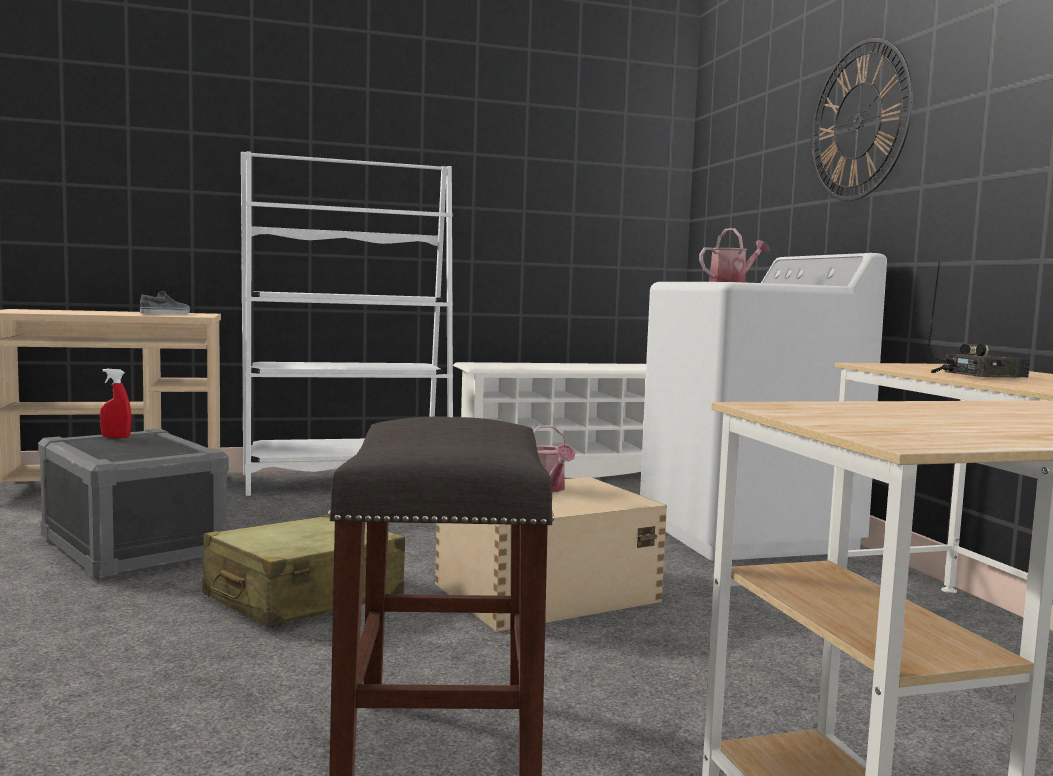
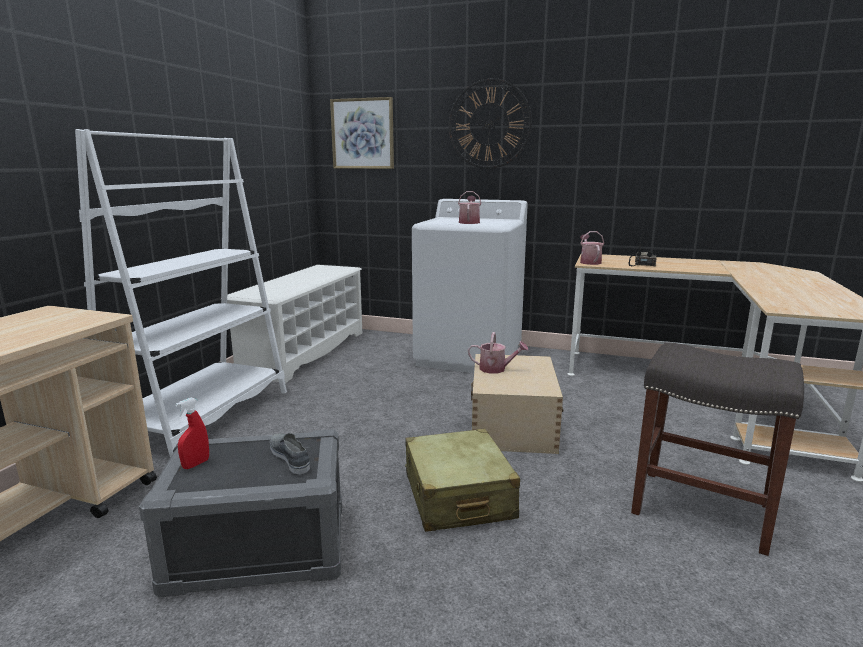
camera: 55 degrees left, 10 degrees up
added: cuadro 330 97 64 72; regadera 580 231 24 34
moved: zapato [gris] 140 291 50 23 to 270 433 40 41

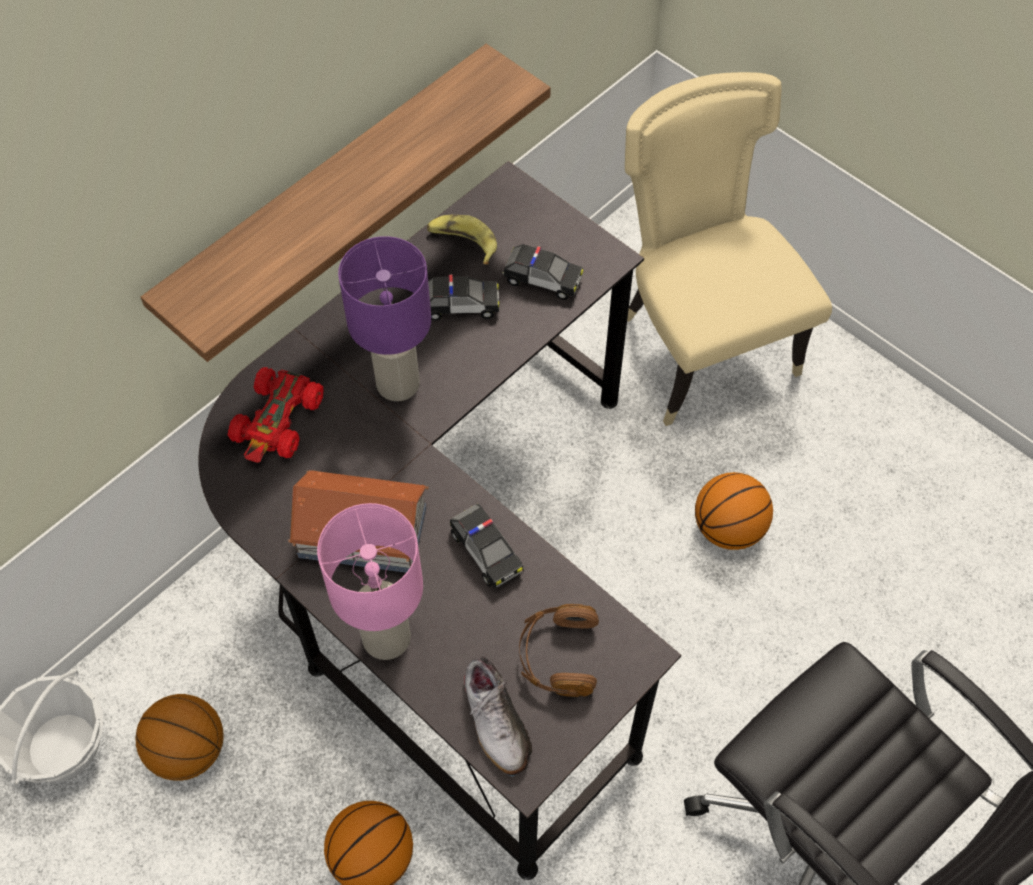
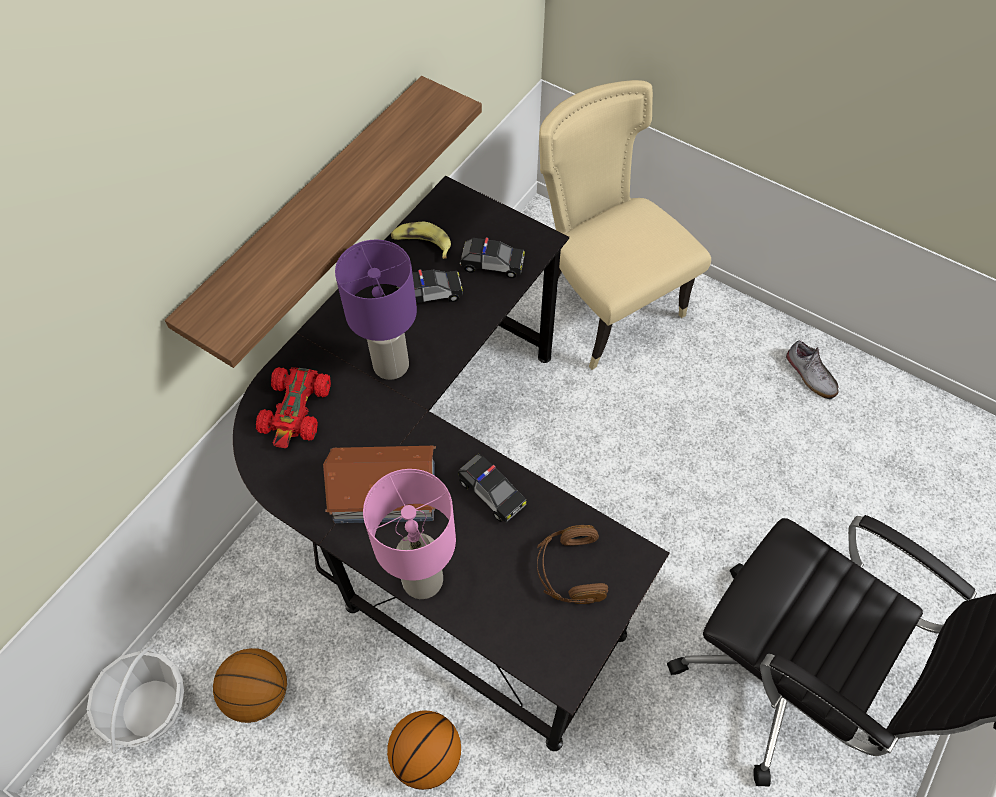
camera: 10 degrees left, 0 degrees up
removed: balón de baloncesto 695 472 78 78
moved: zapato 464 656 68 120 to 786 339 53 60

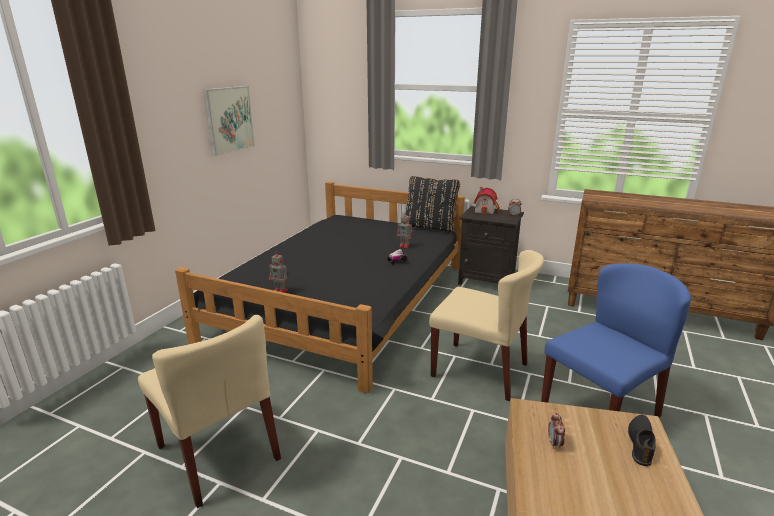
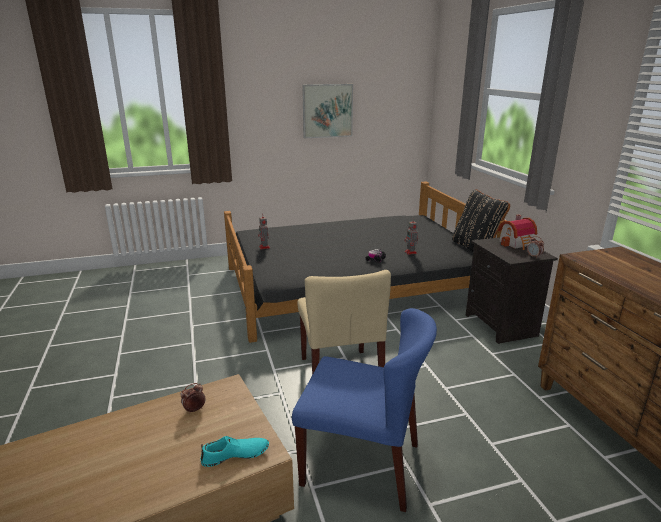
camera: 50 degrees right, 0 degrees up
removed: silla [beis] 138 315 143 193
recoloured: zapato [negro] 628 415 28 51 to zapato [turquesa] 200 436 69 31

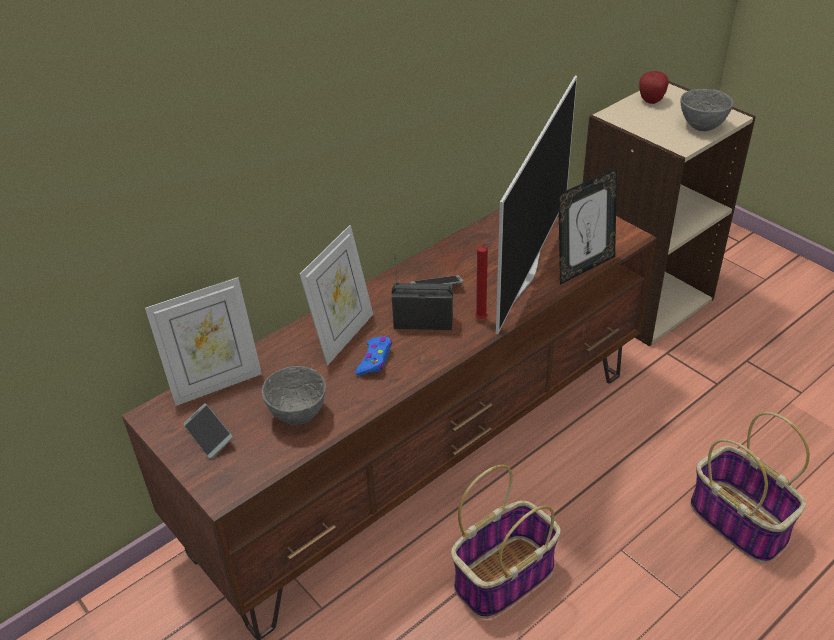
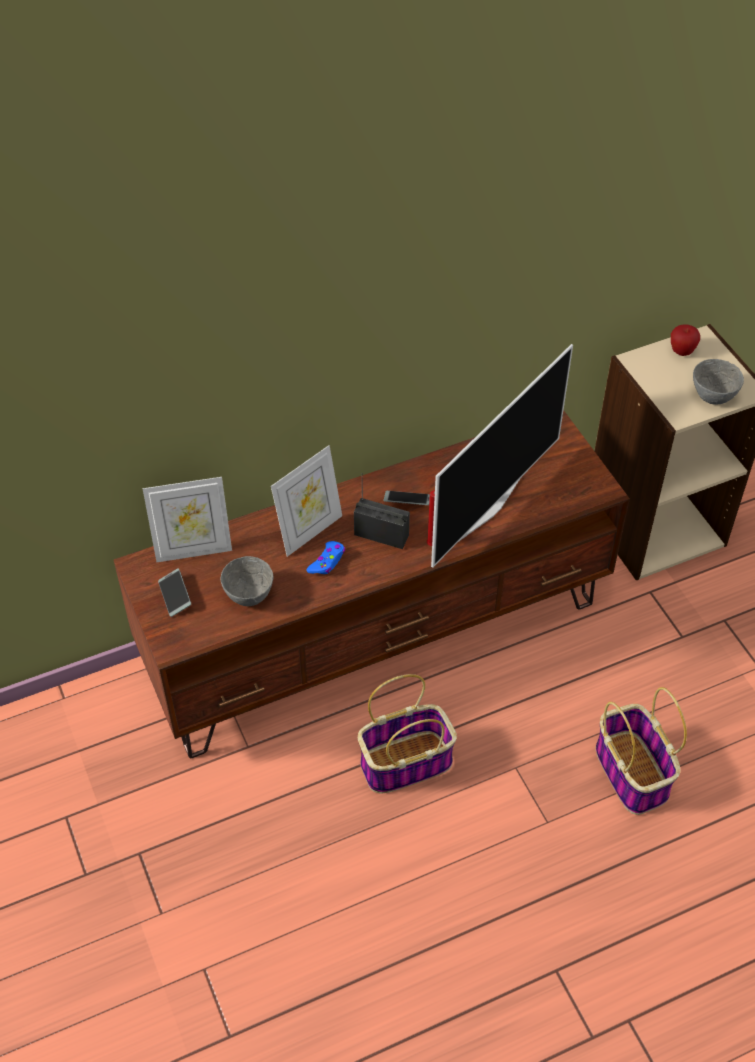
camera: 15 degrees right, 10 degrees up
removed: portarretratos 558 168 59 116

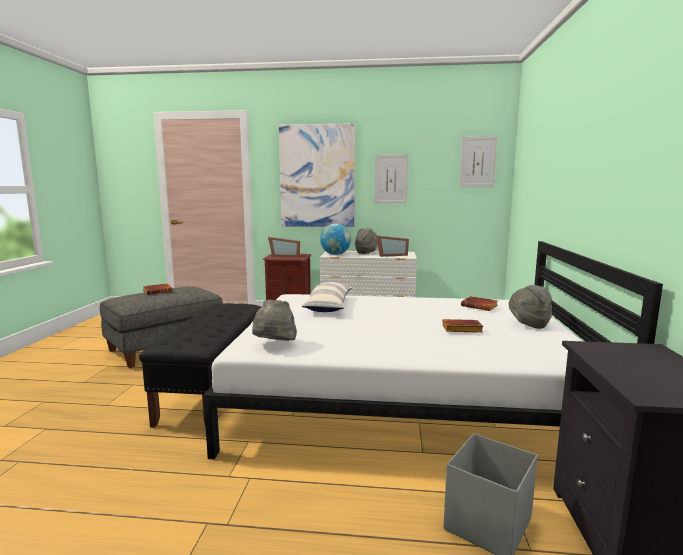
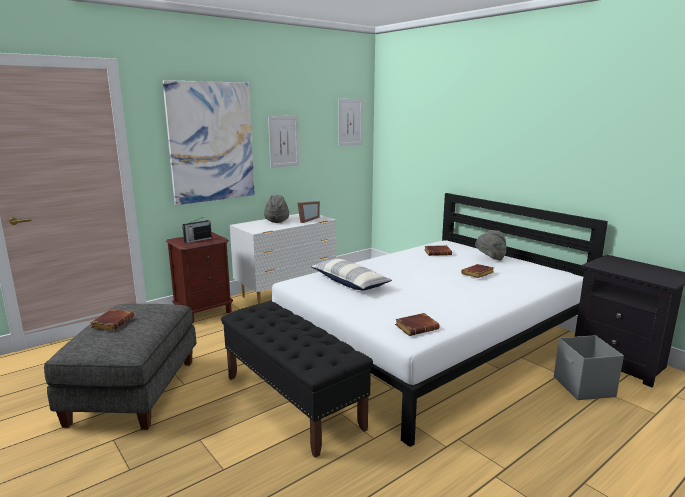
camera: 45 degrees left, 5 degrees up
removed: globo terráqueo 320 224 31 31
replaced: sombrero [gris] 252 300 45 41 to libro [marrón] 395 313 45 23; portarretratos 268 237 32 20 to radio 182 217 30 26

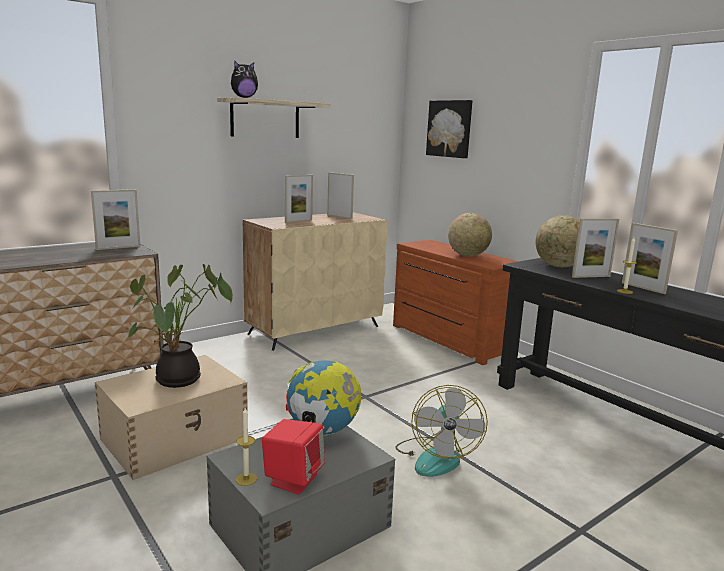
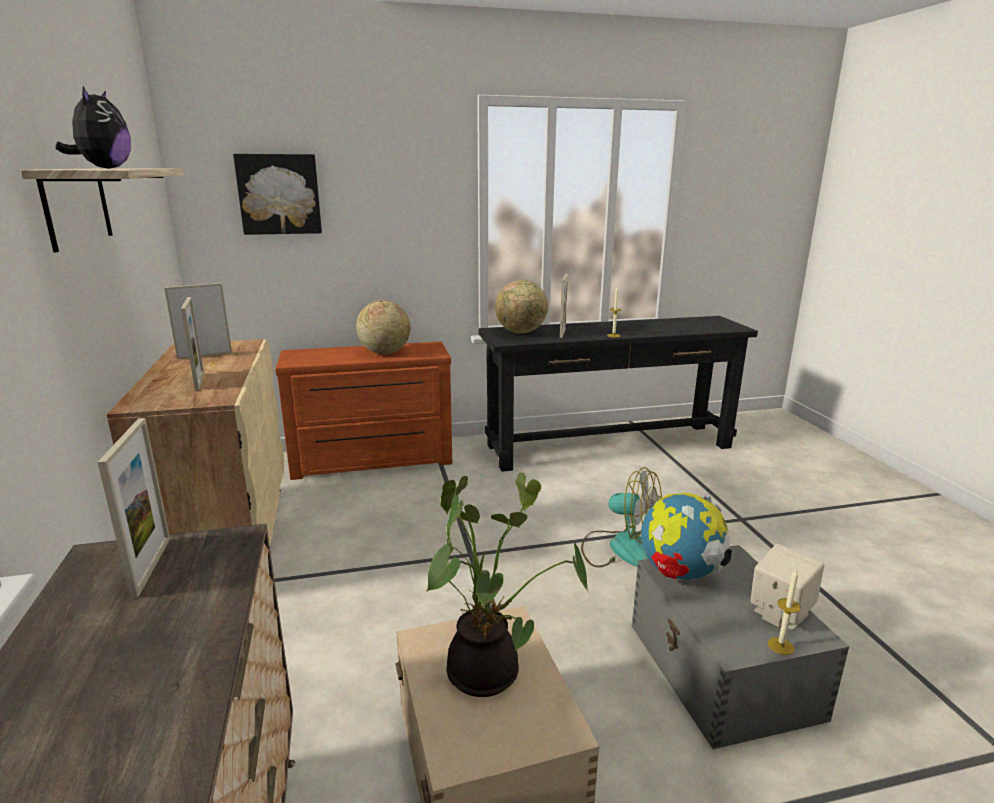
camera: 65 degrees left, 5 degrees up
removed: portarretratos 622 223 56 71
recoloured: altavoz [rojo] 262 419 63 76 to altavoz [beis] 750 544 74 86

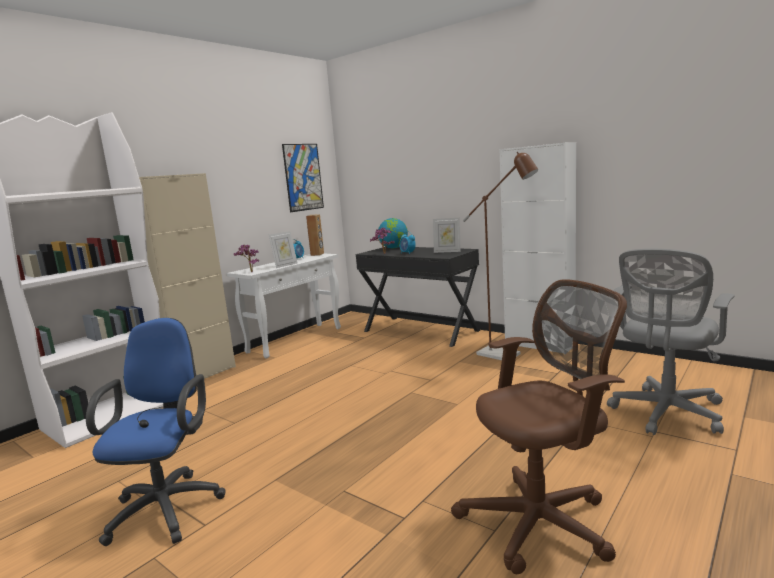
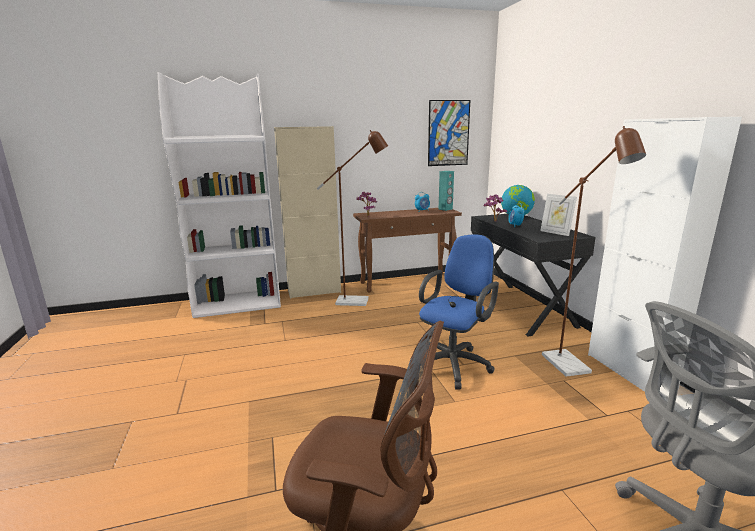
camera: 35 degrees right, 5 degrees up
removed: portarretratos 269 231 28 37
added: lámpara de pie [marrón] 317 130 71 176
moved: silla de oficina [azul] 86 318 139 228 to 419 234 80 156
recoloured: mesa consola [blanco] 227 254 114 105 to mesa consola [marrón] 353 208 109 85; altavoz [marrón] 306 214 18 42 to altavoz [turquesa] 439 171 15 40

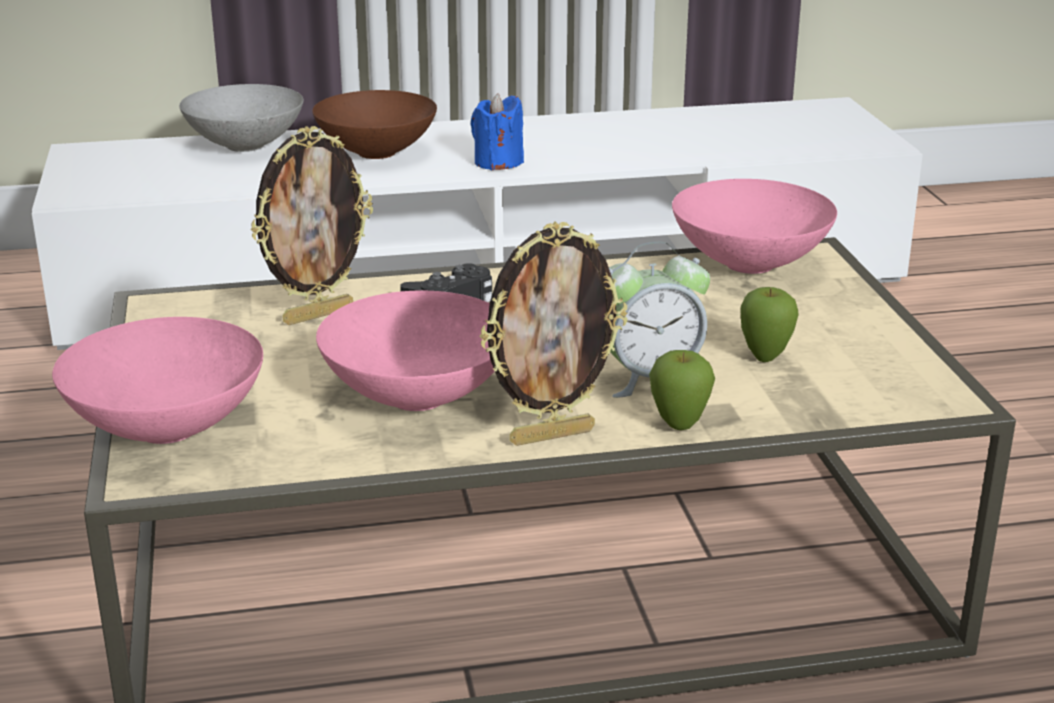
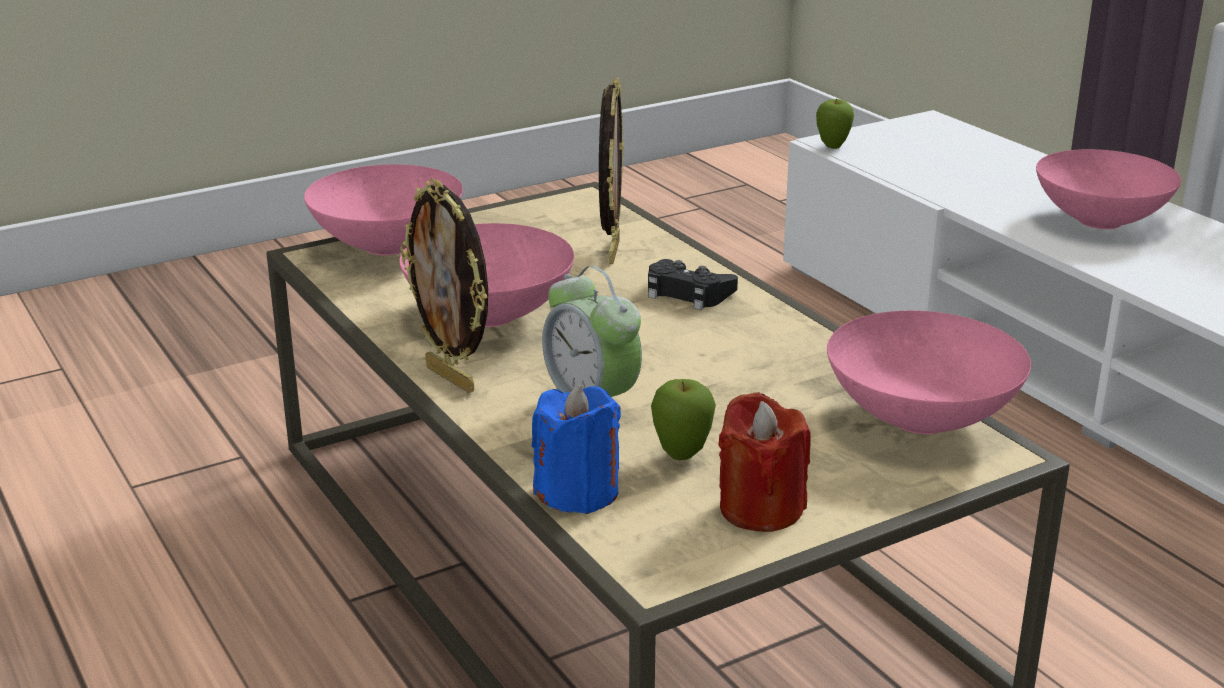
camera: 70 degrees right, 0 degrees up
removed: cuenco [gris] 179 84 124 68
added: vela [rojo] 718 392 93 140
moved: vela [azul] 471 93 53 77 to 532 385 89 129; manzana 649 350 66 80 to 816 99 38 50
recoloured: cuenco [marrón] 312 90 125 69 to cuenco [rosa] 1036 149 145 80
turned: portarretratos 250 126 123 199 = 599 78 24 186 120 degrees counterclockwise

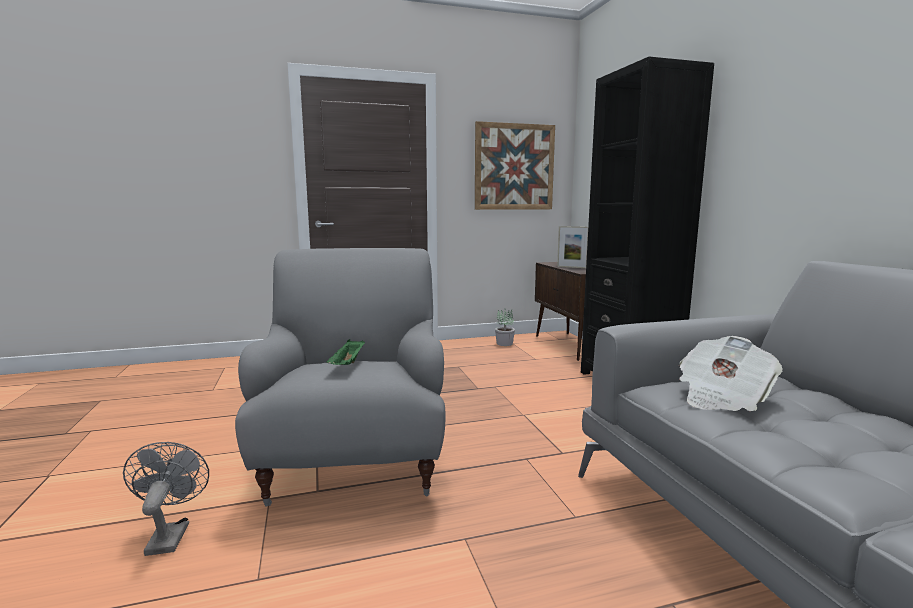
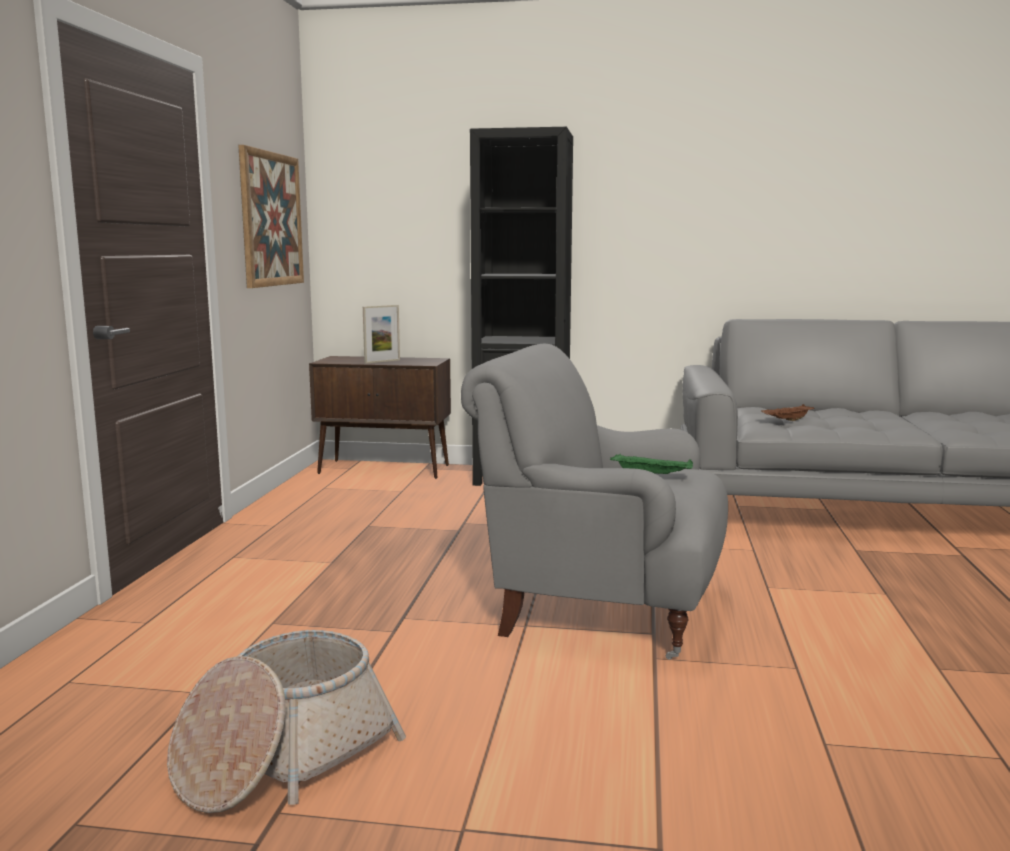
camera: 65 degrees left, 0 degrees up
removed: ventilador [gris] 123 442 86 114; planta en maceta 495 309 20 37
added: cesta 167 630 239 183
replaced: periódico 679 336 104 75 to bandeja [marrón] 761 404 53 17

